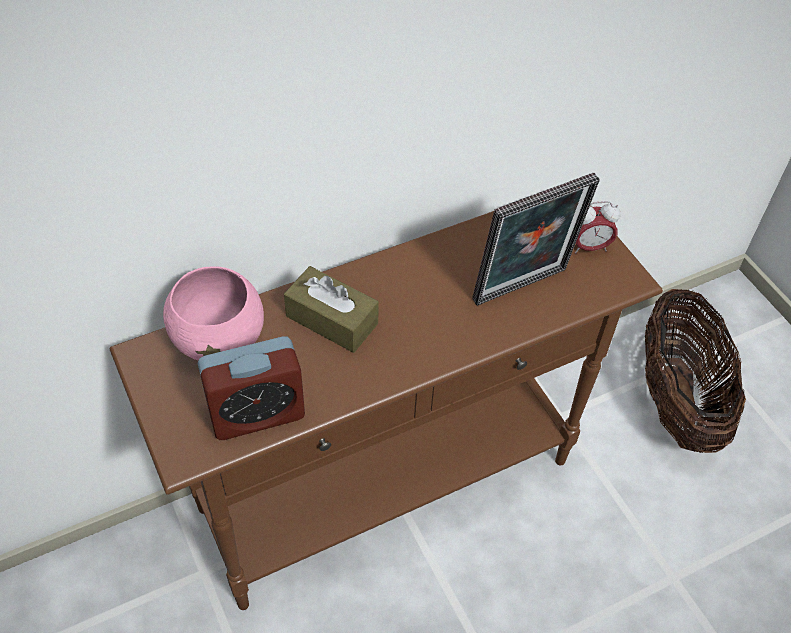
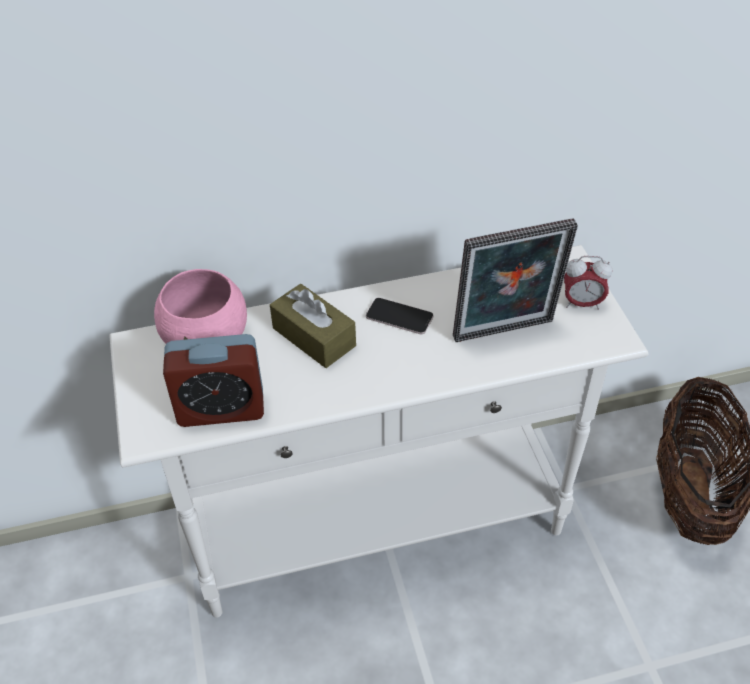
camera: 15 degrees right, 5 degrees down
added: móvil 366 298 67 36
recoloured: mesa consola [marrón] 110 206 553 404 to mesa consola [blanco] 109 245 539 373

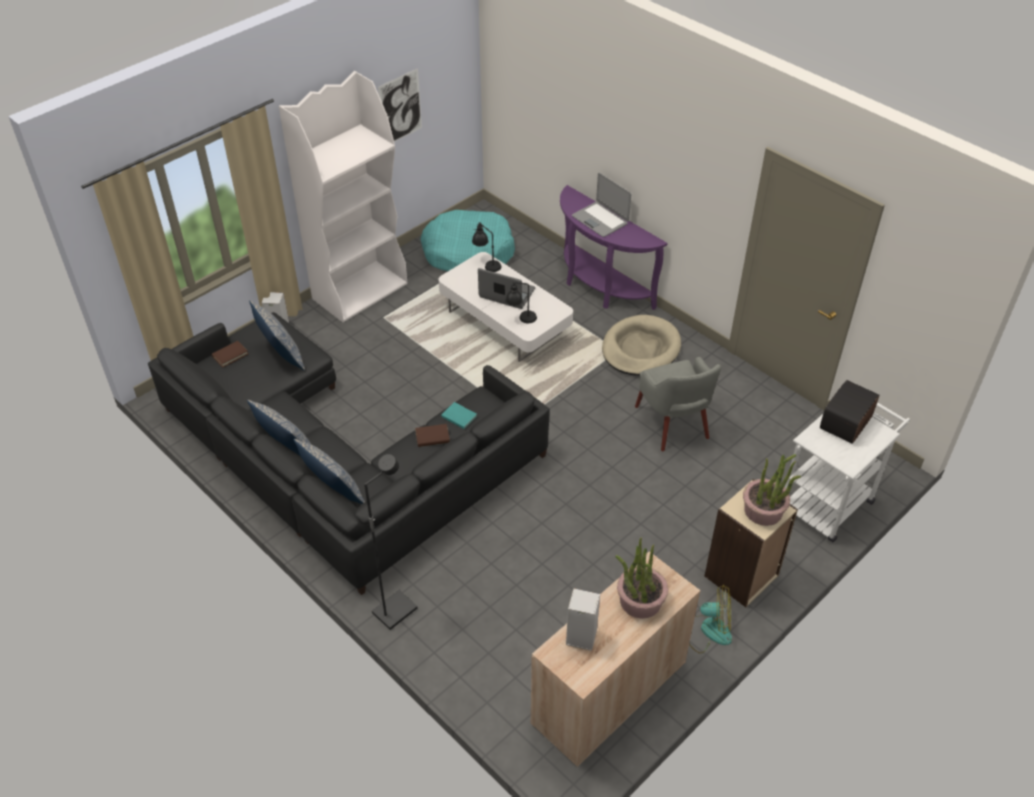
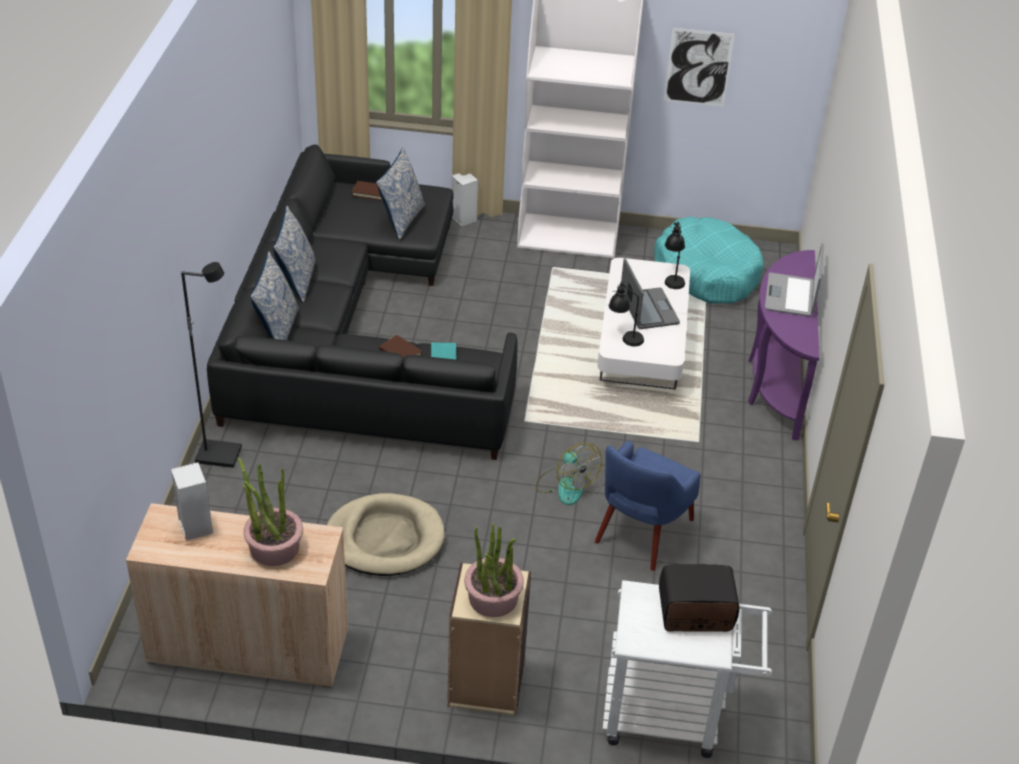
camera: 50 degrees right, 5 degrees down
moved: cama para perro [beis] 602 315 79 60 to 327 493 118 83; ventilador 689 585 43 68 to 535 443 67 62
recoloured: sillón [gris] 635 357 86 94 to sillón [azul] 595 440 106 131

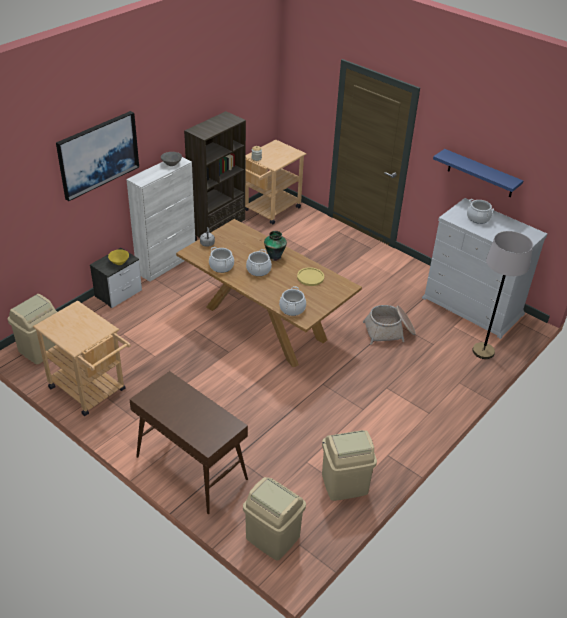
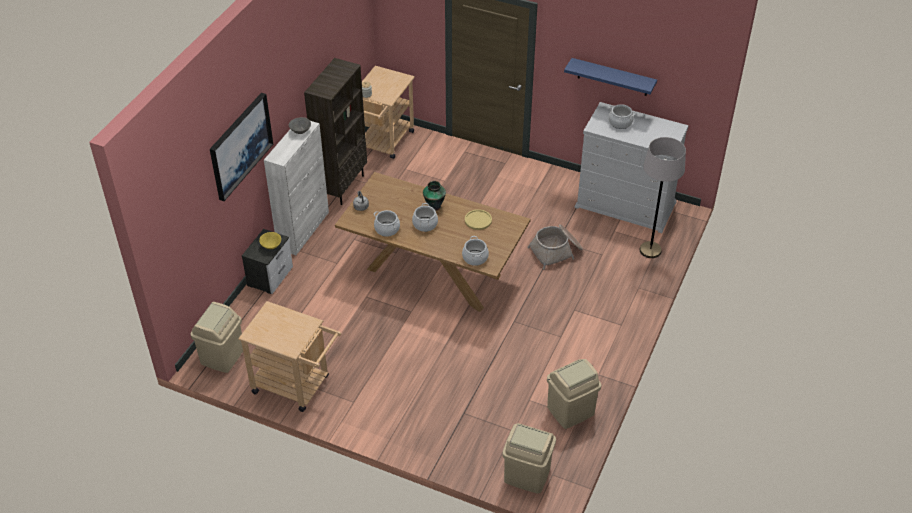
camera: 15 degrees left, 5 degrees up
removed: mesa consola [marrón] 129 371 119 143

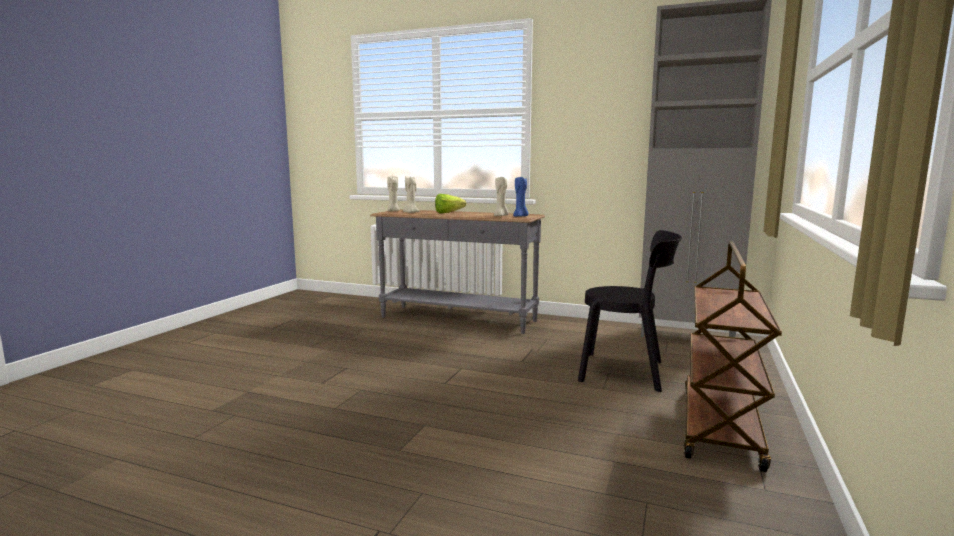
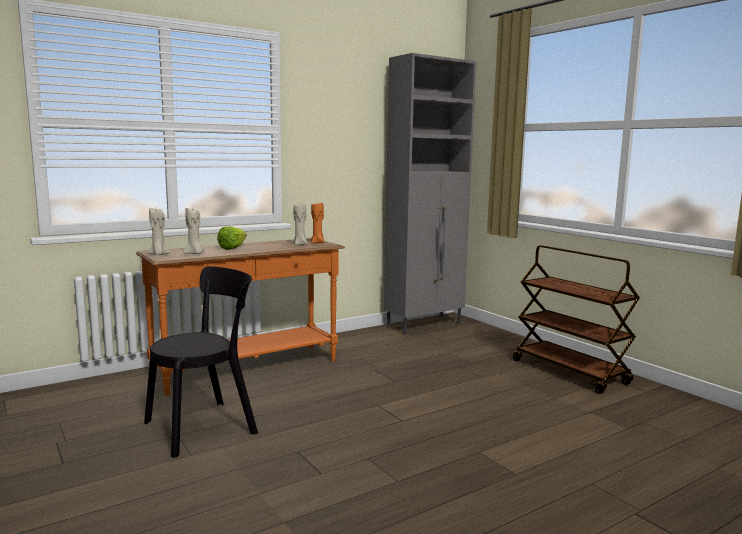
camera: 55 degrees left, 0 degrees up
moved: silla [negro] 578 230 104 162 to 144 266 114 192
recoloured: mesa consola [gris] 370 209 175 125 to mesa consola [naranja] 136 238 209 158; vela [azul] 513 177 15 40 to vela [naranja] 310 202 14 42

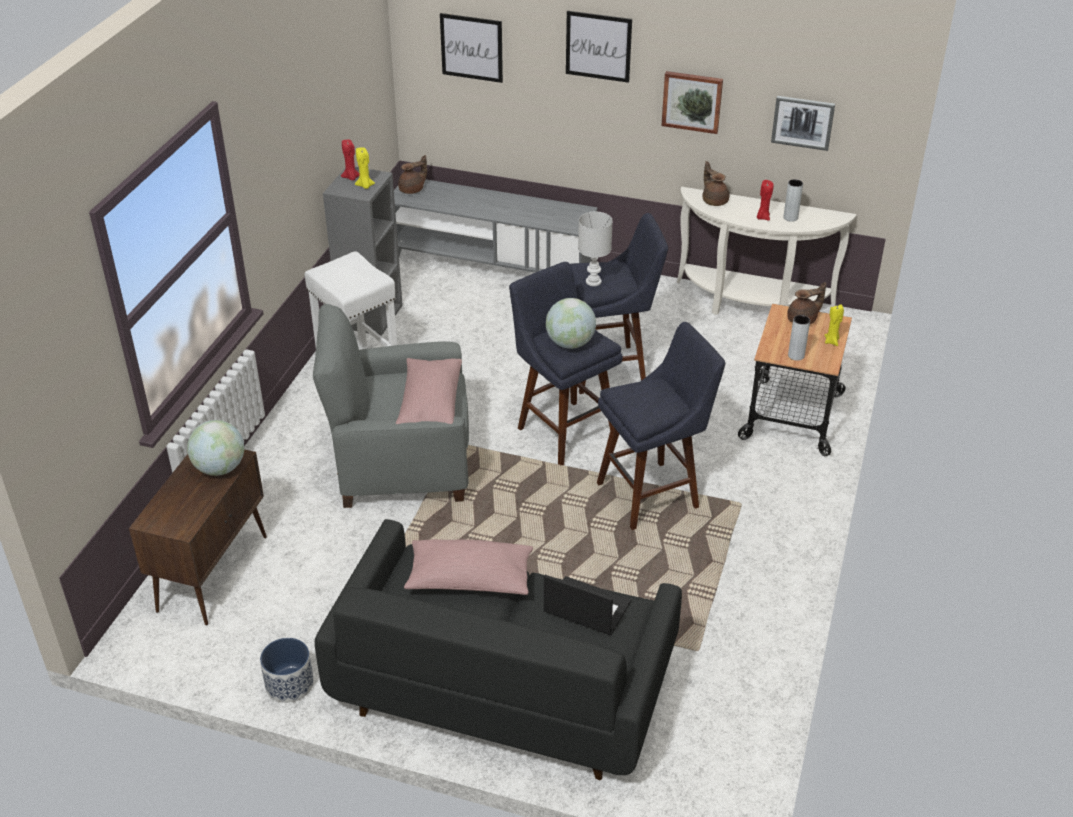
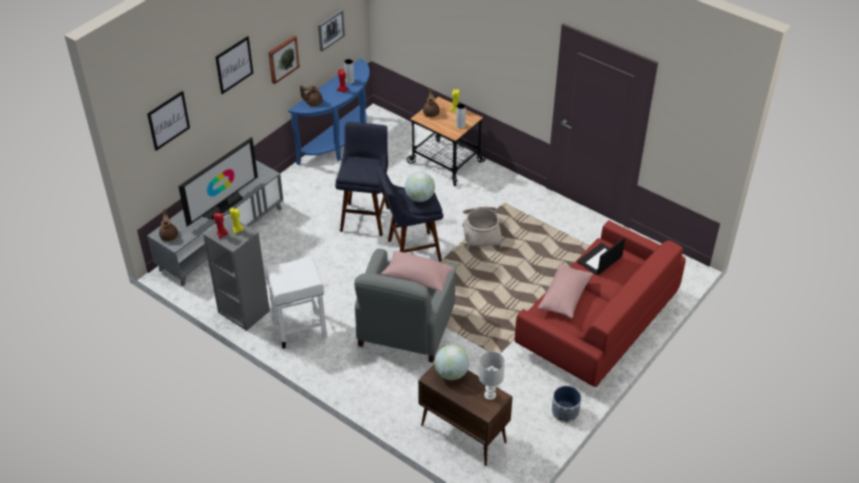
camera: 70 degrees left, 5 degrees up
added: televisor 178 137 80 90
moved: lámpara de mesa [blanco] 578 212 35 74 to 479 351 26 49
replaced: taburete [azul] 597 322 128 208 to cesta 462 207 40 43
recoloured: sofá [negro] 315 519 367 261 to sofá [rojo] 515 220 171 167; mesa consola [blanco] 677 187 179 128 to mesa consola [azul] 288 58 82 107

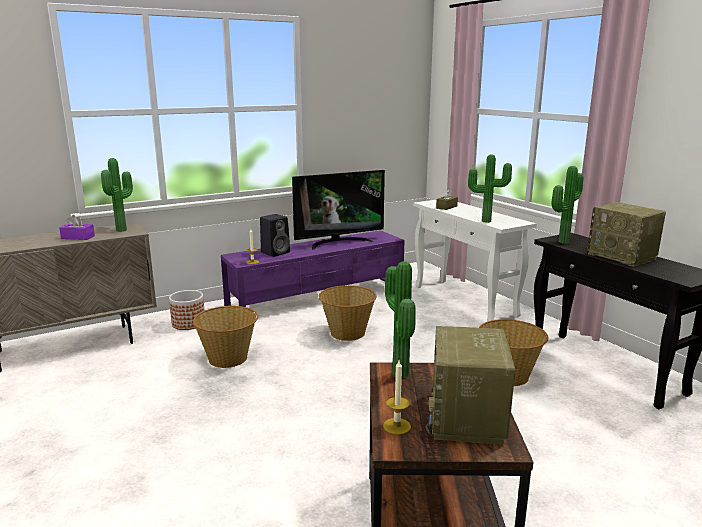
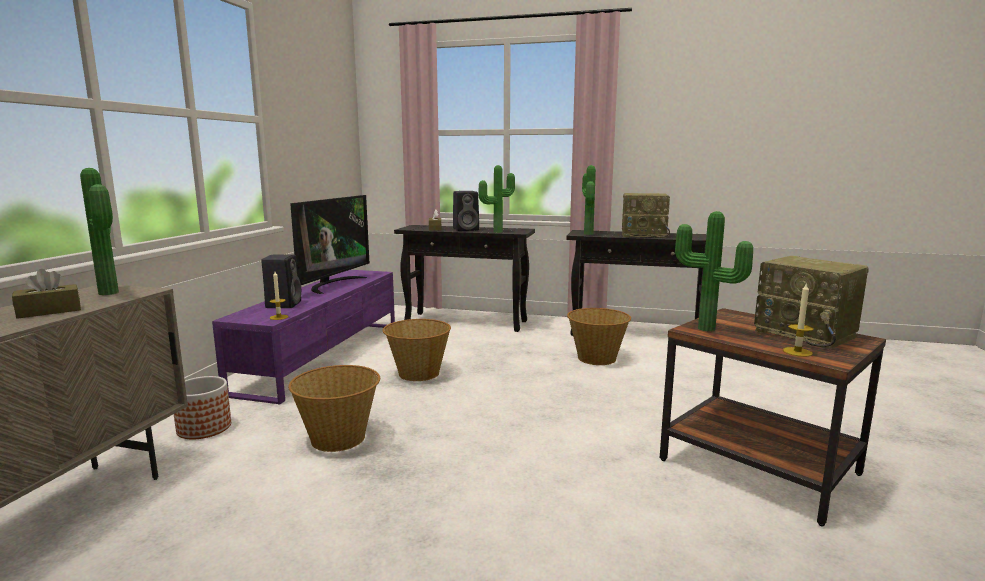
camera: 45 degrees left, 5 degrees down
added: altavoz [negro] 453 191 26 40
recoloured: caja de pañuelos [morado] 59 215 36 25 to caja de pañuelos [marrón] 12 269 69 50; mesa consola [blanco] 413 200 124 122 to mesa consola [negro] 394 225 141 107

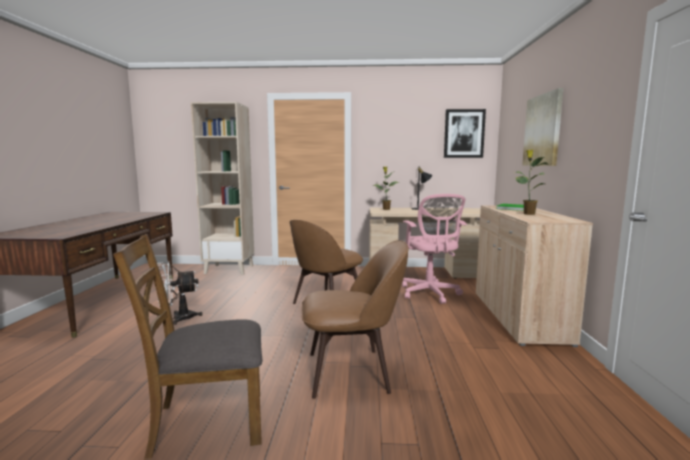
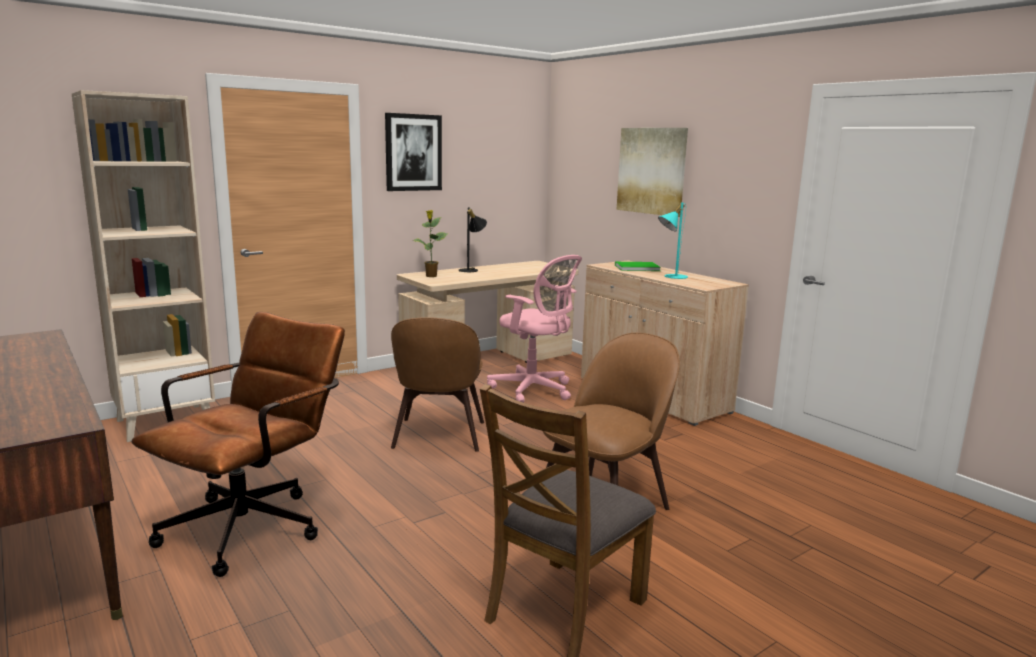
camera: 40 degrees left, 5 degrees up
moved: cuadro 444 109 42 49 to 385 113 57 78
replaced: ventilador [blanco] 158 261 45 64 to silla de oficina [marrón] 131 312 214 265; planta en maceta 515 150 34 65 to lámpara de mesa [turquesa] 658 202 30 77

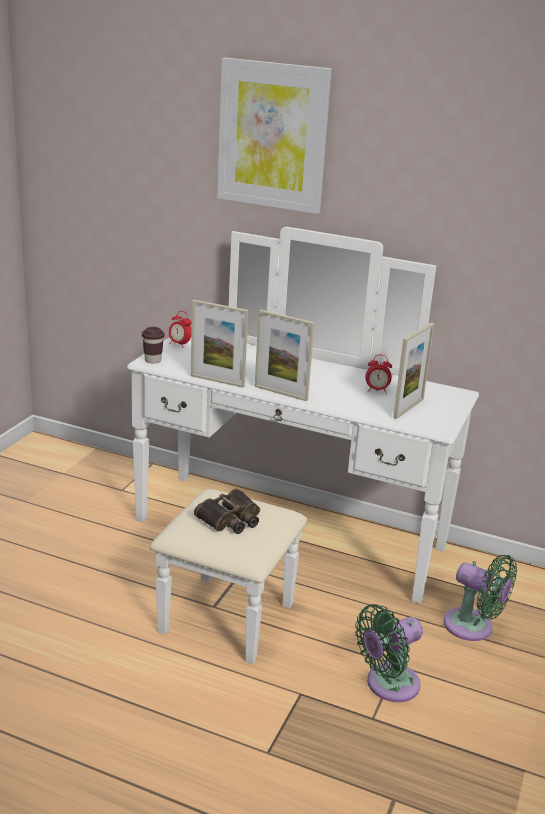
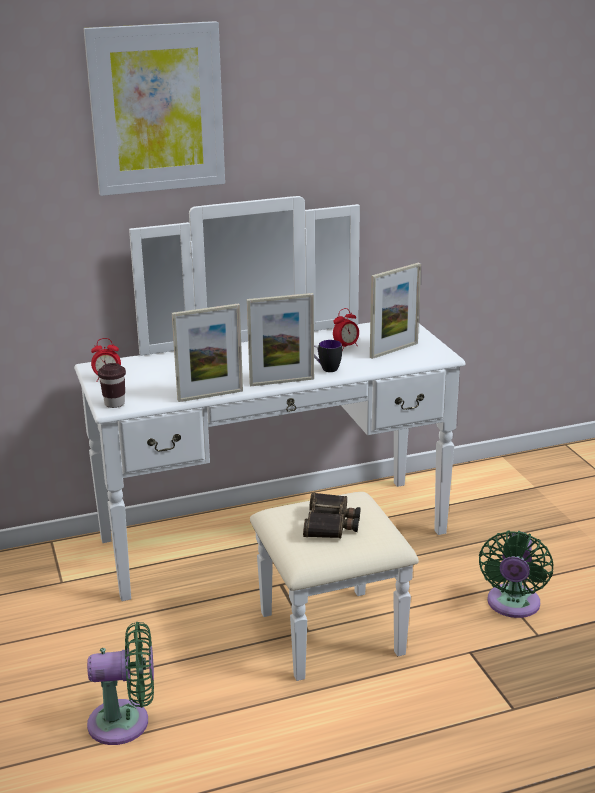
camera: 40 degrees left, 0 degrees up
added: taza grande 314 340 28 32
moved: ventilador [verde] 443 555 74 86 to 87 622 67 123
turned: portarretratos 393 322 41 97 = 370 263 51 96 60 degrees clockwise

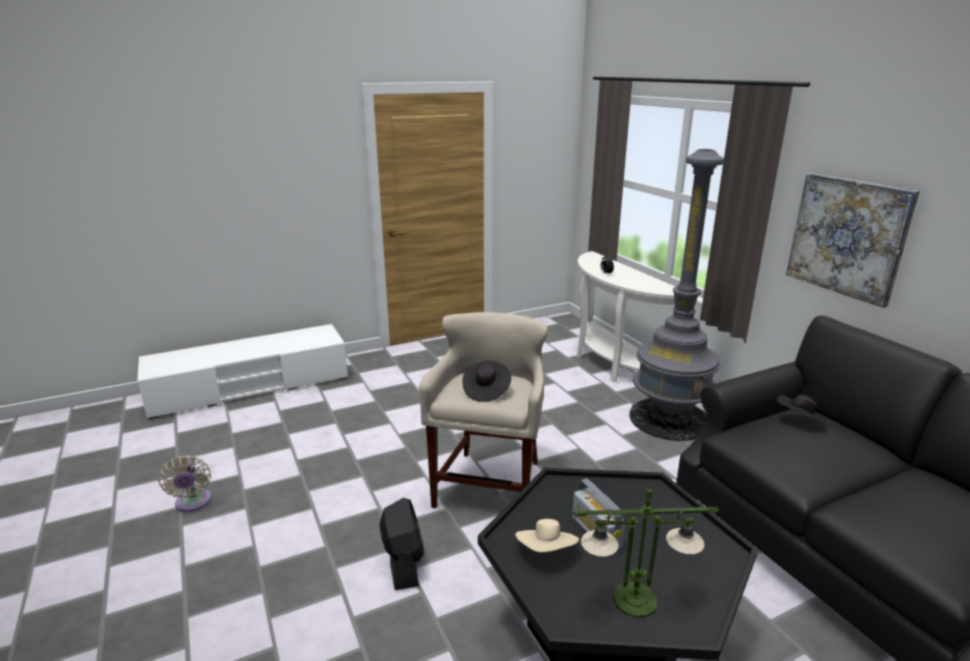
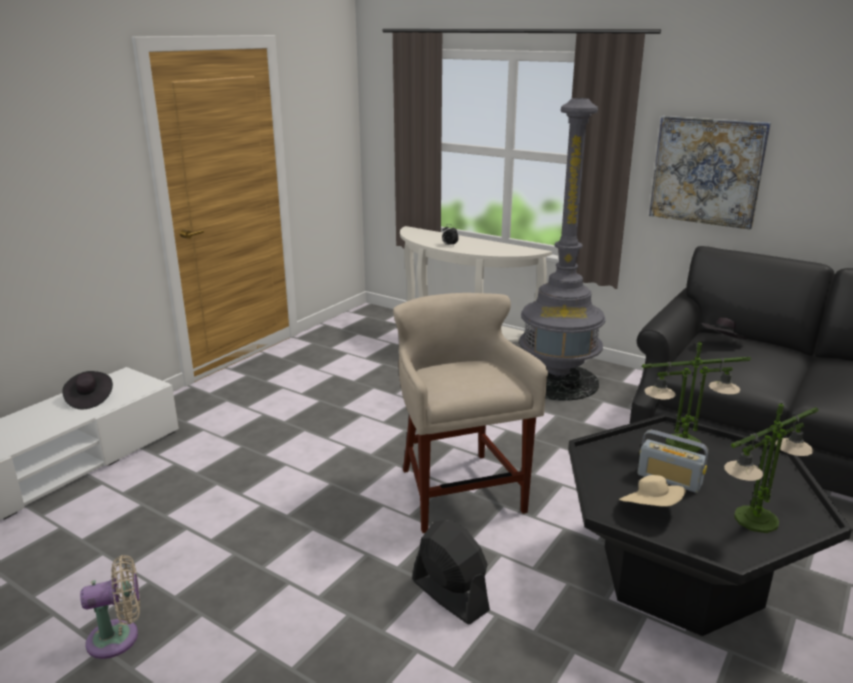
camera: 30 degrees left, 0 degrees up
added: lámpara de mesa 641 342 110 111
moved: sombrero [negro] 462 361 49 41 to 62 371 51 38
turned: ventilador [beis] 158 455 54 57 = 80 555 60 104 60 degrees counterclockwise

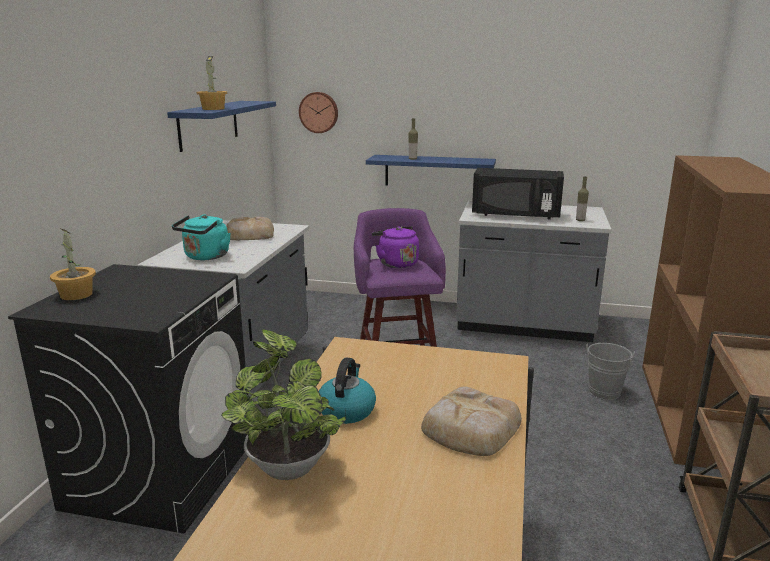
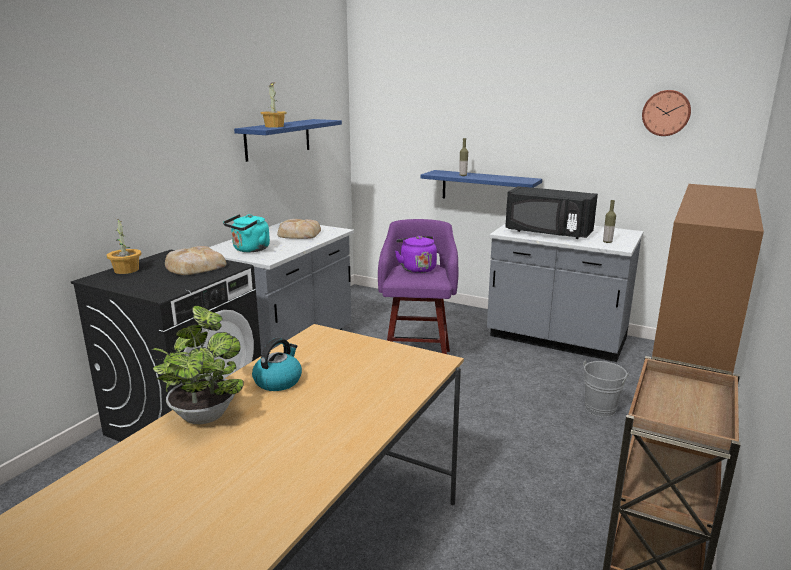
camera: 15 degrees right, 0 degrees up
moved: reloj de pared 299 92 39 41 to 642 90 49 46; pan 421 386 101 70 to 165 246 62 29

